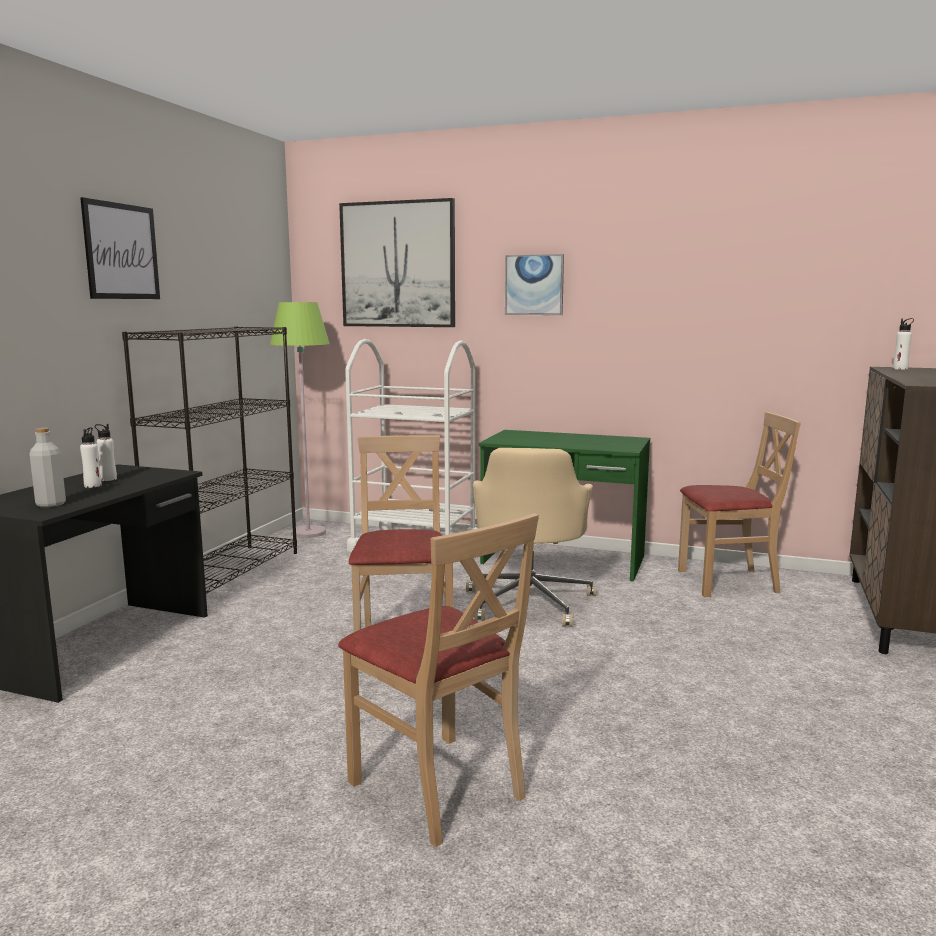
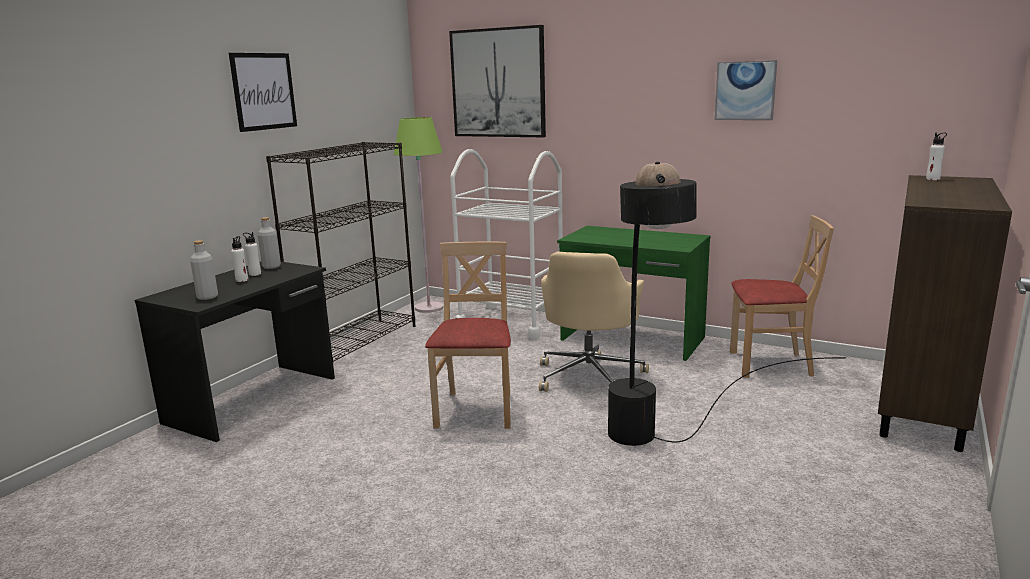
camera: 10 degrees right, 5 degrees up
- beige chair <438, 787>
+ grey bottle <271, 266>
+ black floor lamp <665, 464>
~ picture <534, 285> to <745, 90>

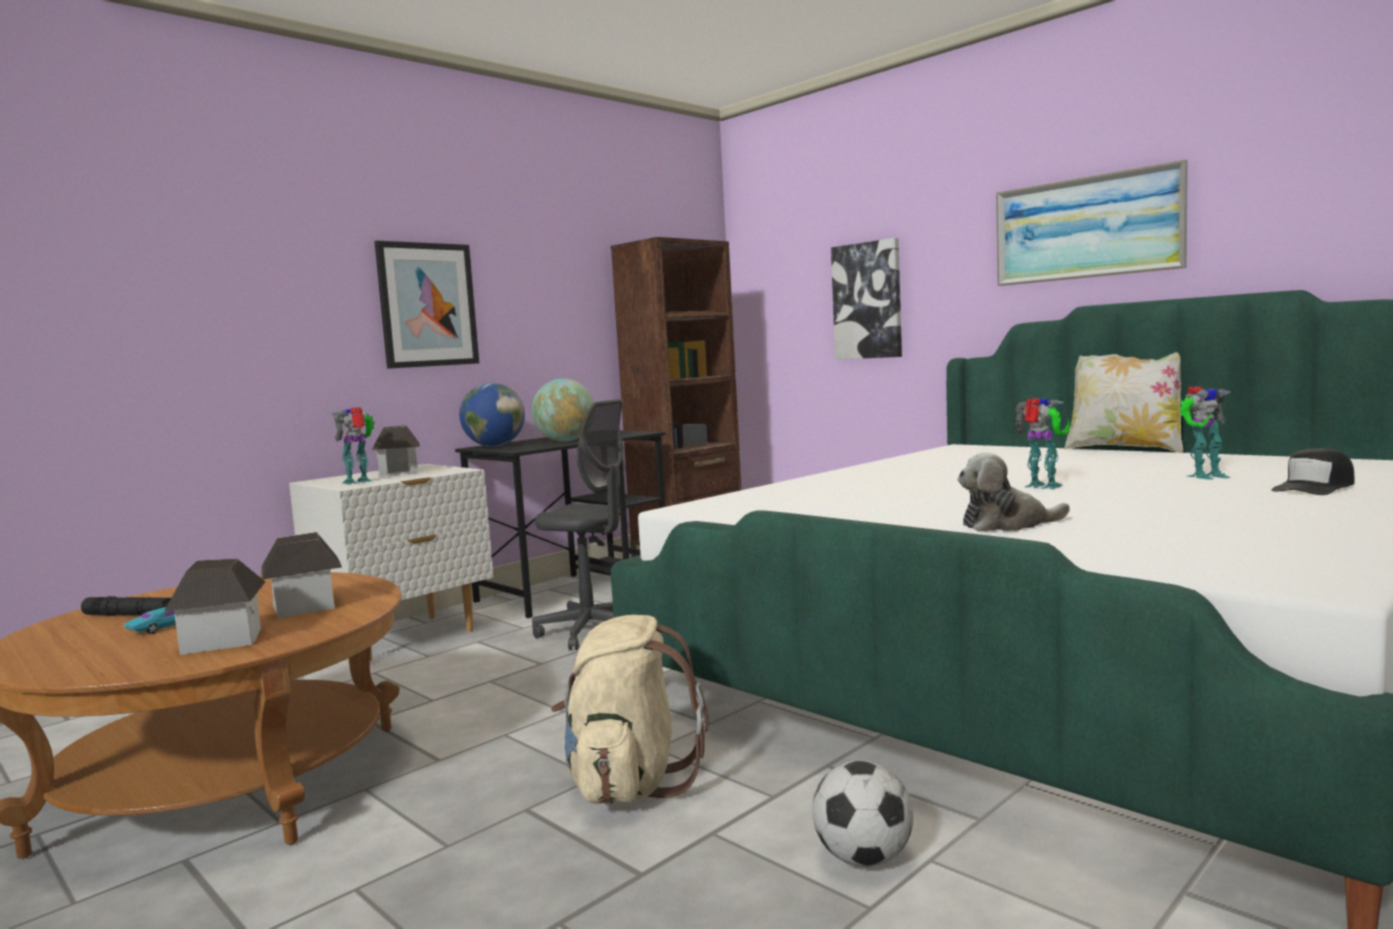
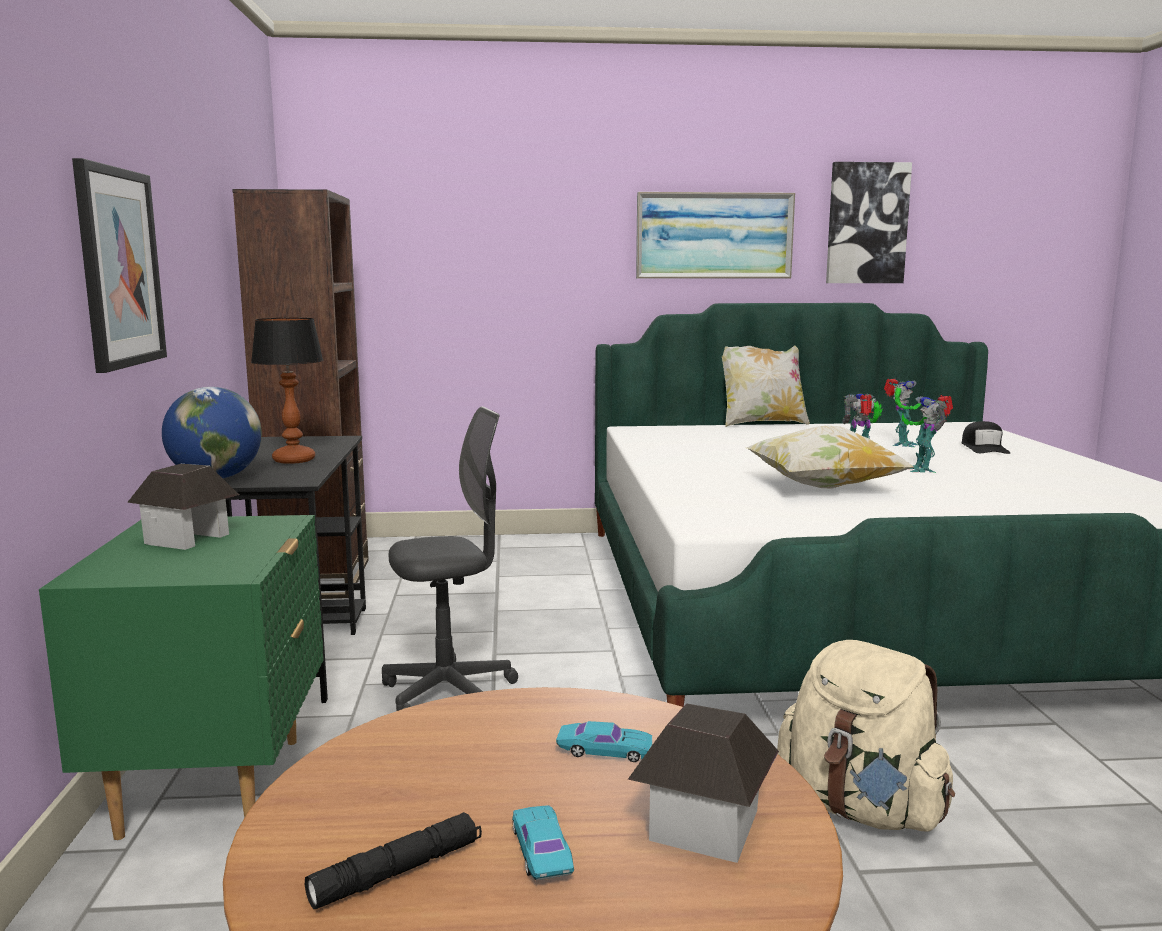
camera: 50 degrees left, 5 degrees up
- football <863, 859>
- plush toy <1007, 525>
+ pillow <823, 487>
~ toy robot <359, 482> to <922, 469>
~ picture <867, 301> to <867, 223>
~ toy house <305, 606> to turquoise toy car <604, 750>
~ globe <566, 441> to table lamp <294, 460>
~ white nightstand <403, 638> to green nightstand <216, 785>

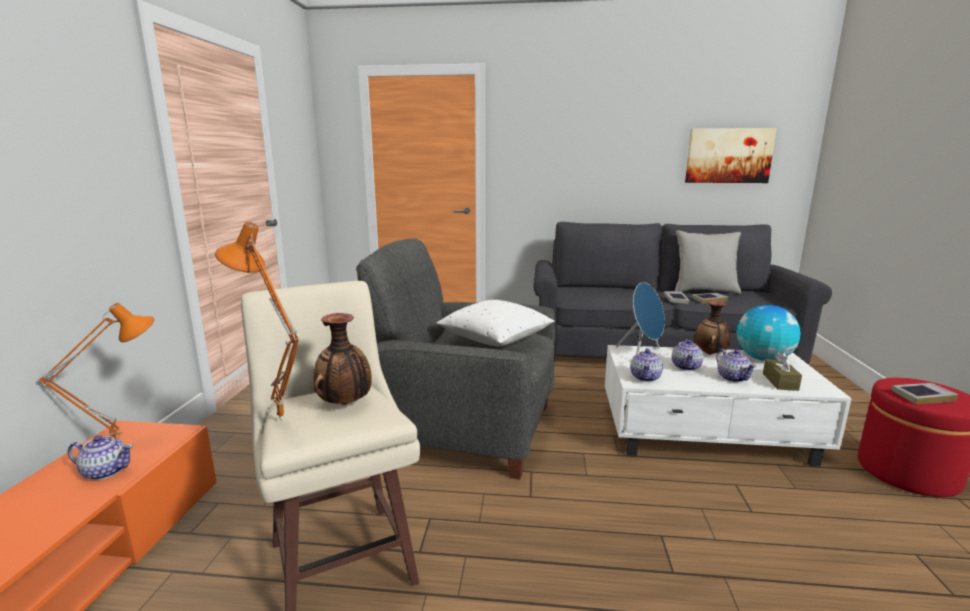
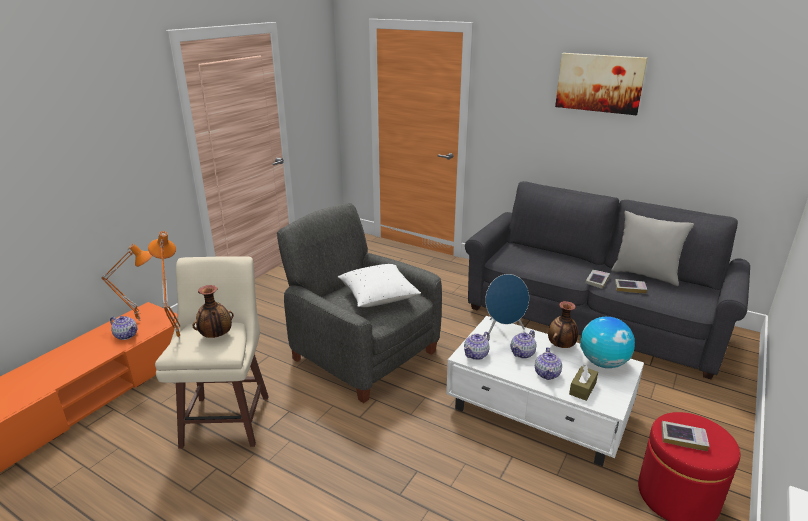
camera: 25 degrees right, 10 degrees up
~ picture <728, 156> to <599, 83>

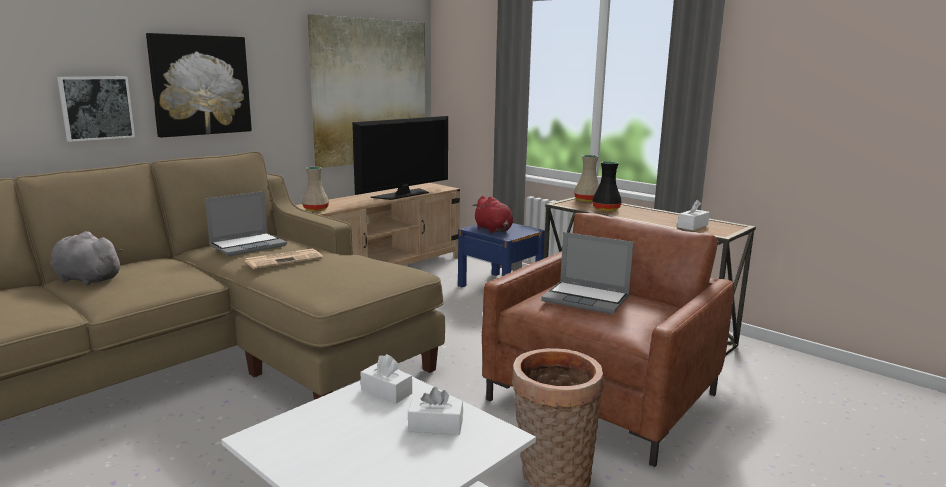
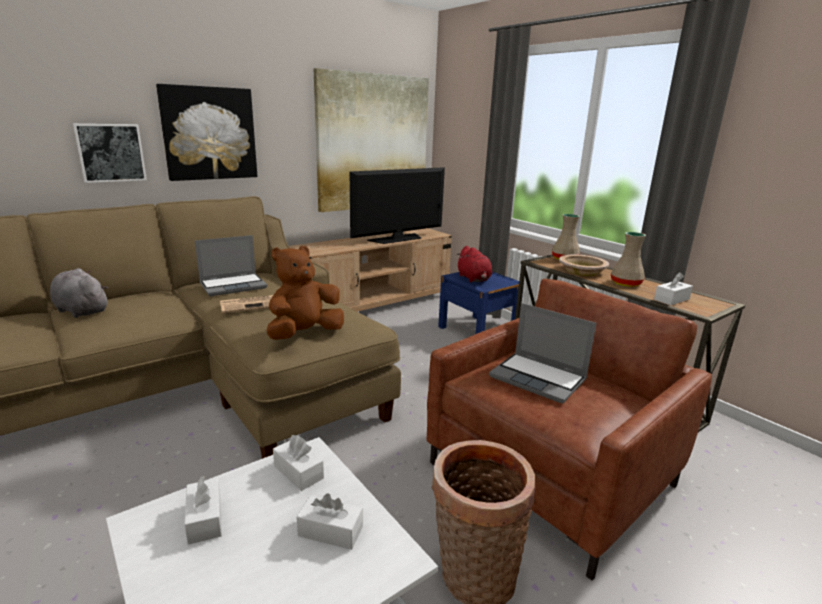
camera: 10 degrees right, 5 degrees up
+ white tissue box <205, 519>
+ brown plush toy <304, 334>
~ beige vase <316, 209> to <625, 283>
~ black vase <607, 209> to beige bowl <582, 271>

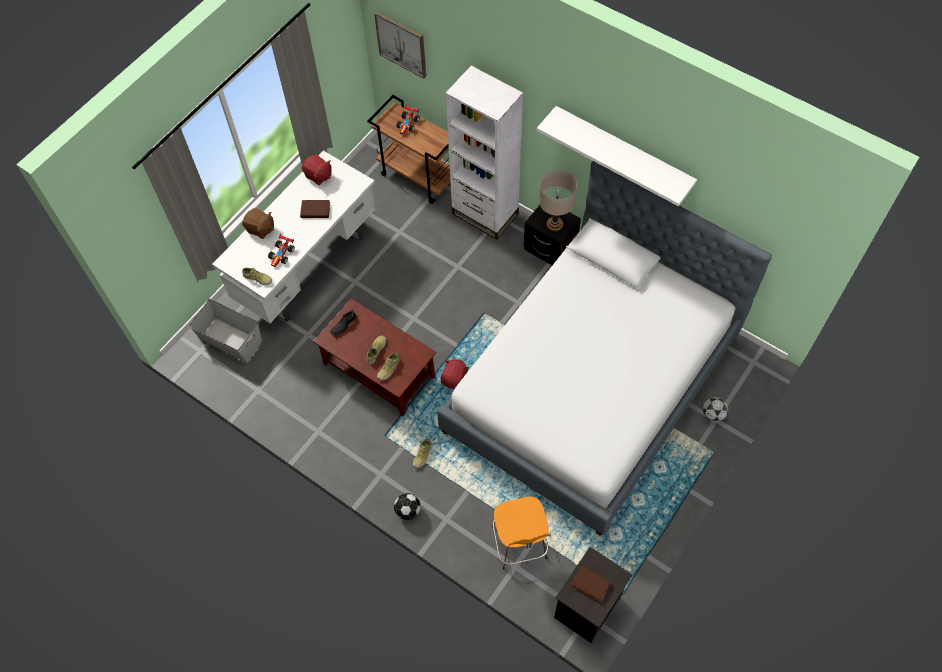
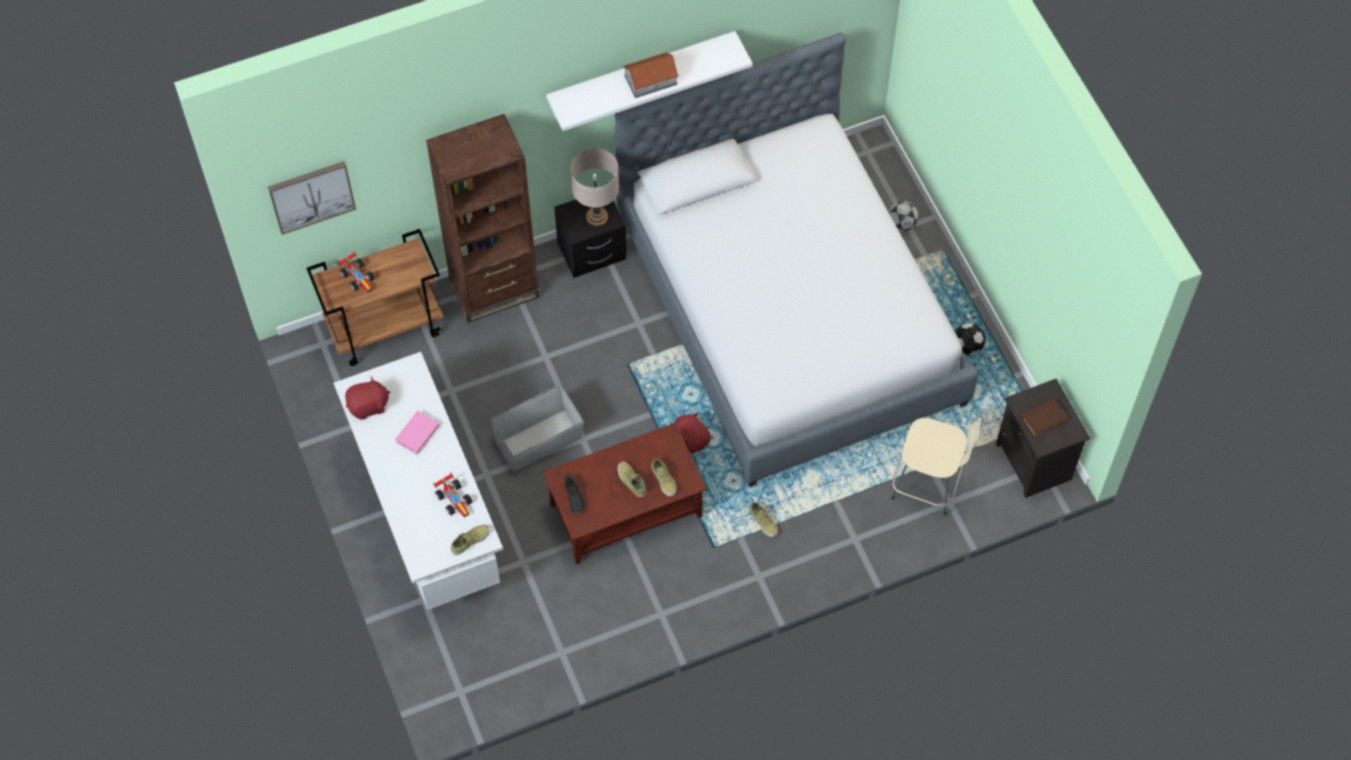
camera: 60 degrees left, 0 degrees up
- brown plush toy <260, 229>
+ toy house <651, 80>
~ grey storage box <230, 340> to <540, 440>
~ football <407, 511> to <967, 347>
~ brown book <315, 210> to pink book <418, 434>
~ white bookcase <485, 214> to brown bookcase <494, 289>
~ orange stool <519, 545> to beige stool <928, 485>

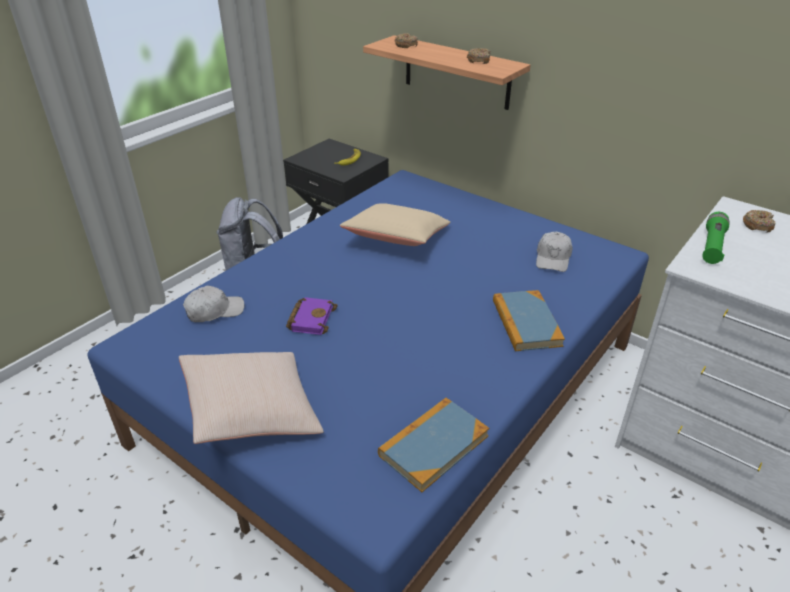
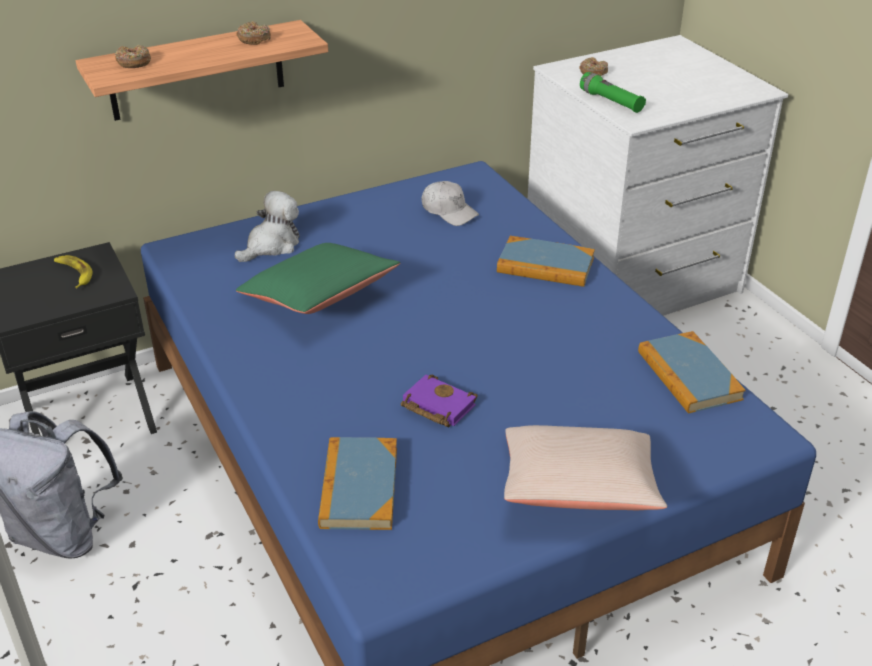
camera: 65 degrees left, 0 degrees up
+ plush toy <272, 245>
~ white cap <214, 311> to book <359, 487>
~ beige pillow <397, 239> to green pillow <319, 297>

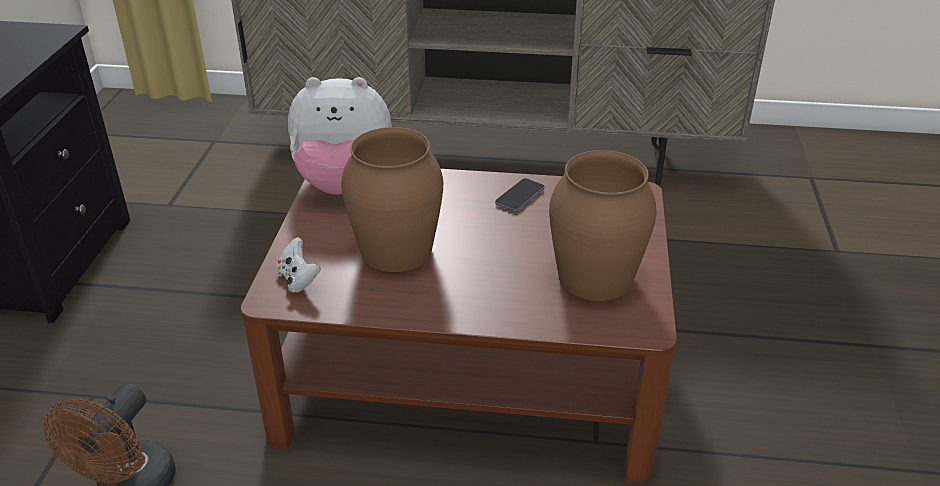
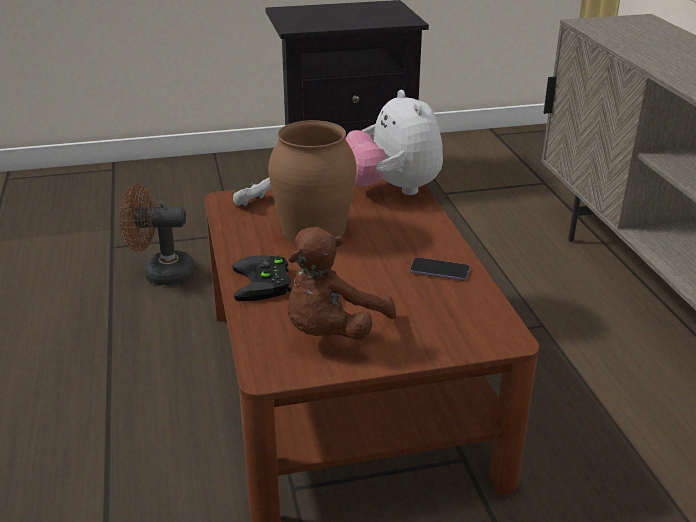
camera: 70 degrees right, 5 degrees down
+ black game controller <264, 283>
~ brown vase <595, 278> to brown plush toy <332, 332>

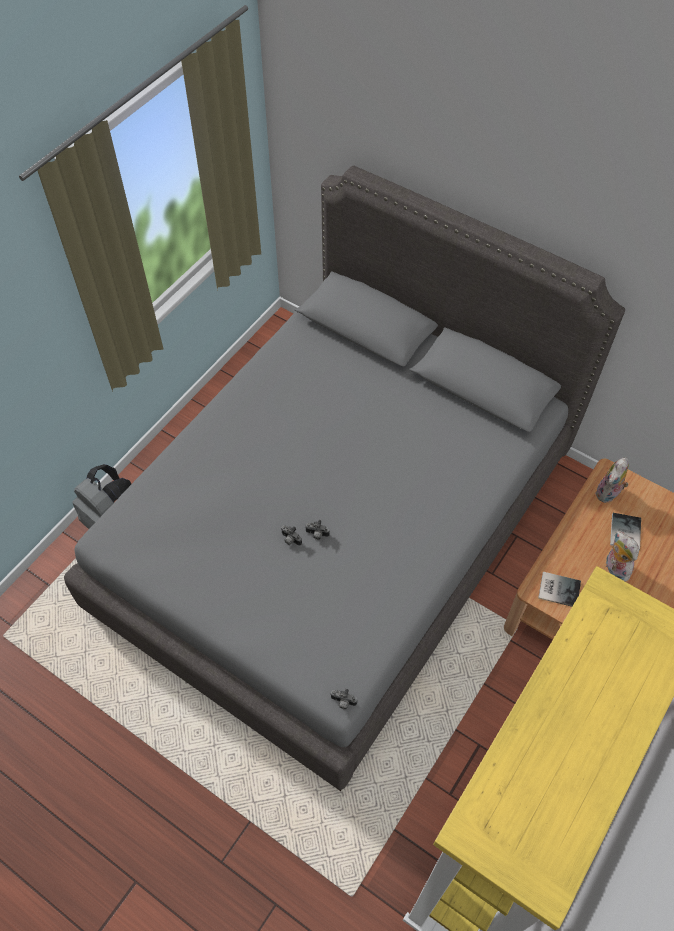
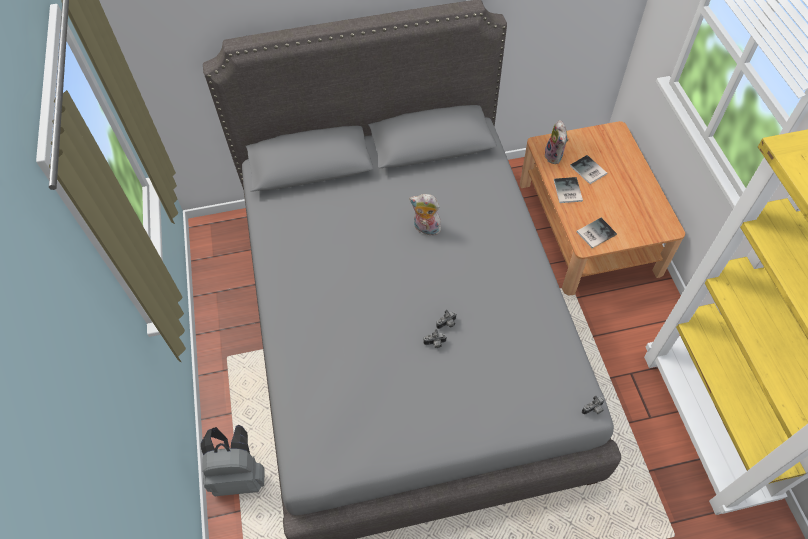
camera: 45 degrees left, 0 degrees up
+ book <567, 191>
~ plush toy <614, 568> to <425, 229>

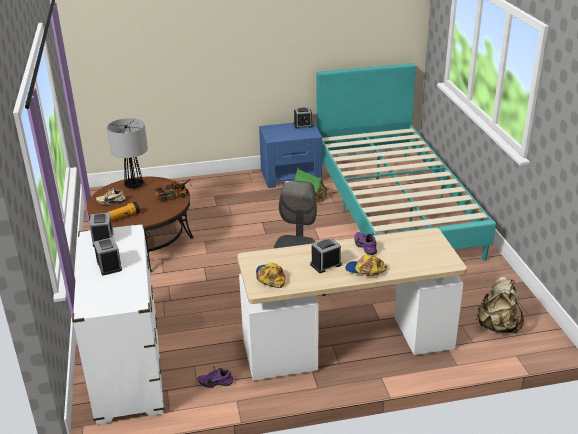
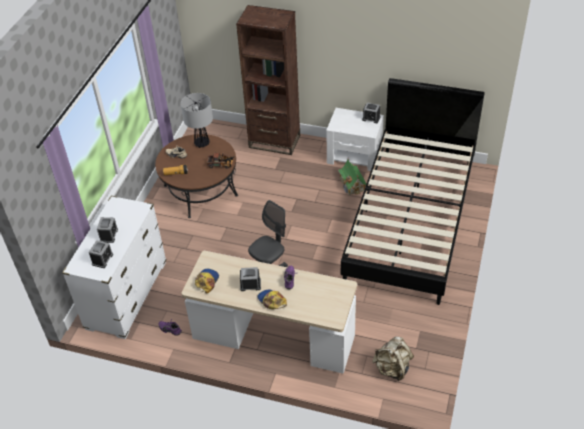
camera: 30 degrees right, 15 degrees up
+ brown bookcase <274, 141>
~ alarm clock <103, 239> to <102, 259>
~ blue nightstand <291, 175> to white nightstand <355, 156>
~ turquoise bed <393, 206> to black bed <411, 220>

